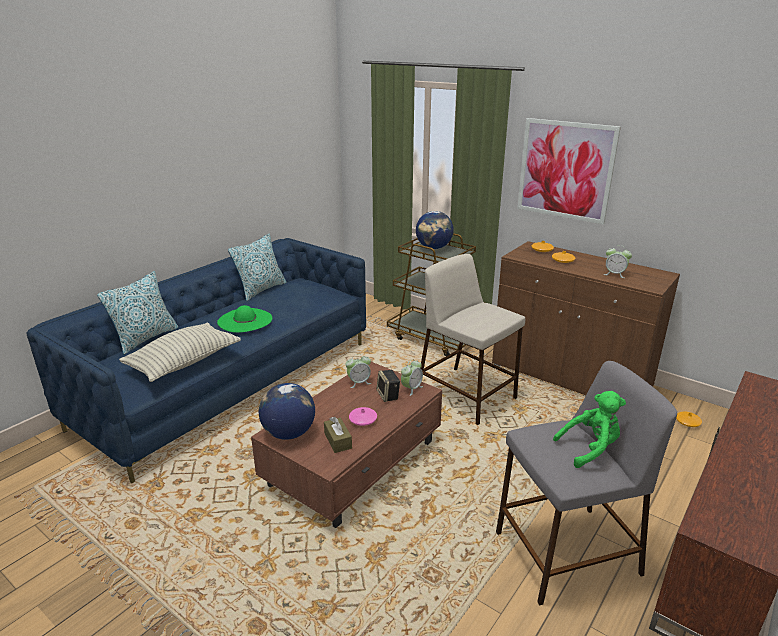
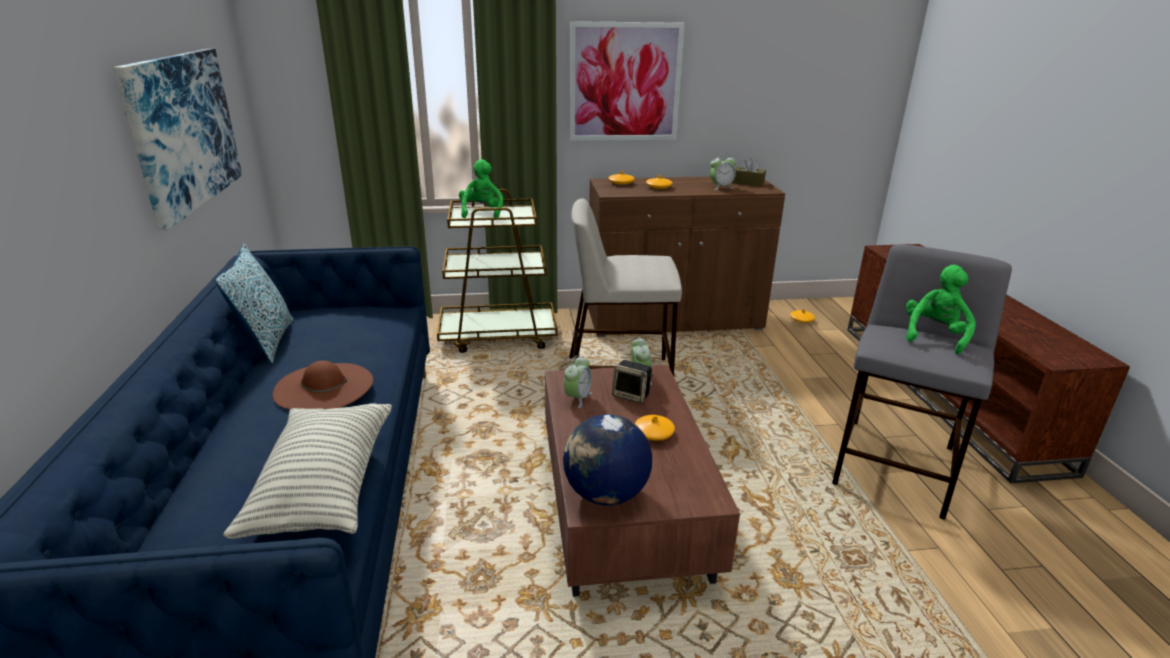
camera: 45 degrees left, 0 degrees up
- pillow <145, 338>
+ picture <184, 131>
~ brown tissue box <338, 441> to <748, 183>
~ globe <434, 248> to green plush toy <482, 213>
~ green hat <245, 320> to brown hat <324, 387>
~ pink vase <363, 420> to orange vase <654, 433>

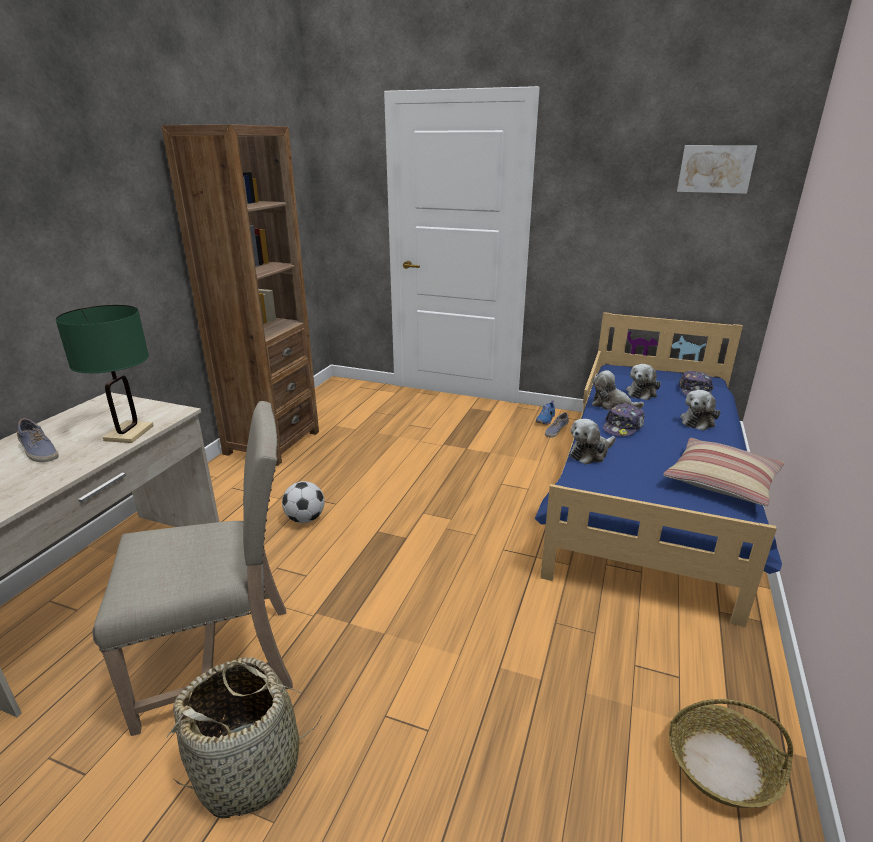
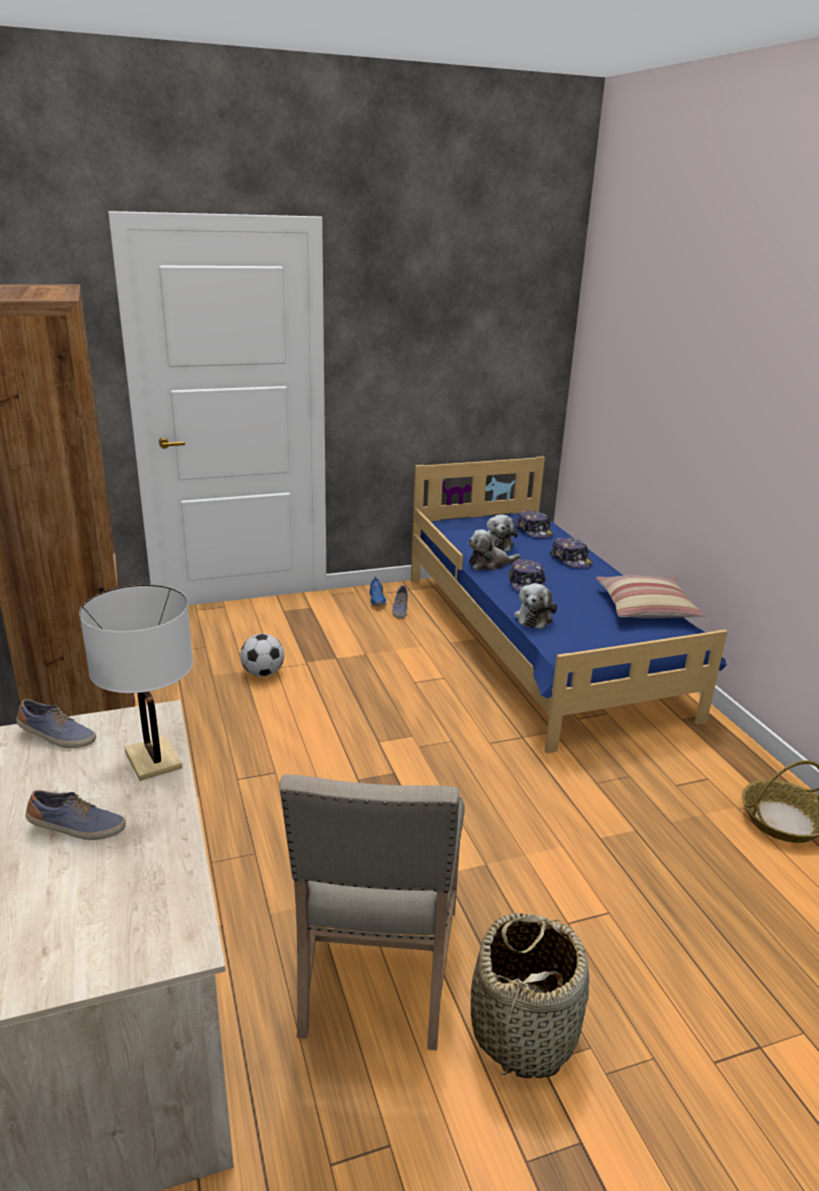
camera: 40 degrees left, 0 degrees up
- picture <715, 169>
+ shoe <56, 737>
~ football <305, 519> to <263, 673>
~ plush toy <698, 421> to cap <571, 560>
~ green table lamp <129, 433> to white table lamp <153, 760>
~ beige chair <223, 659> = <375, 972> 150 degrees clockwise

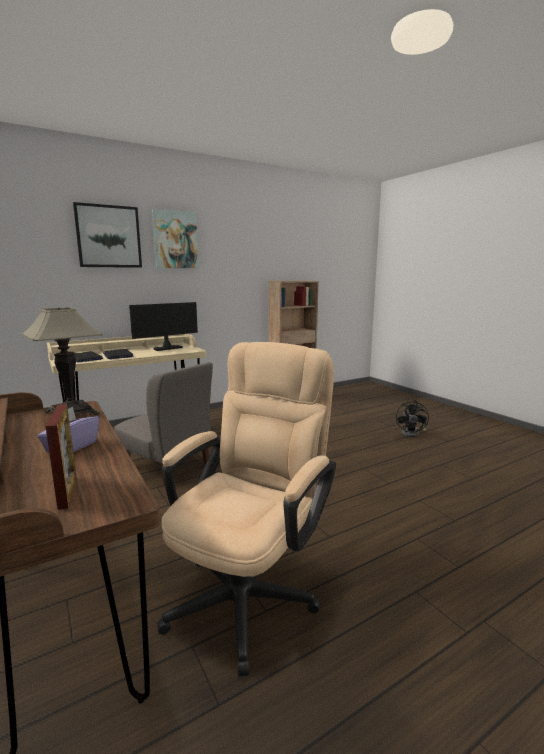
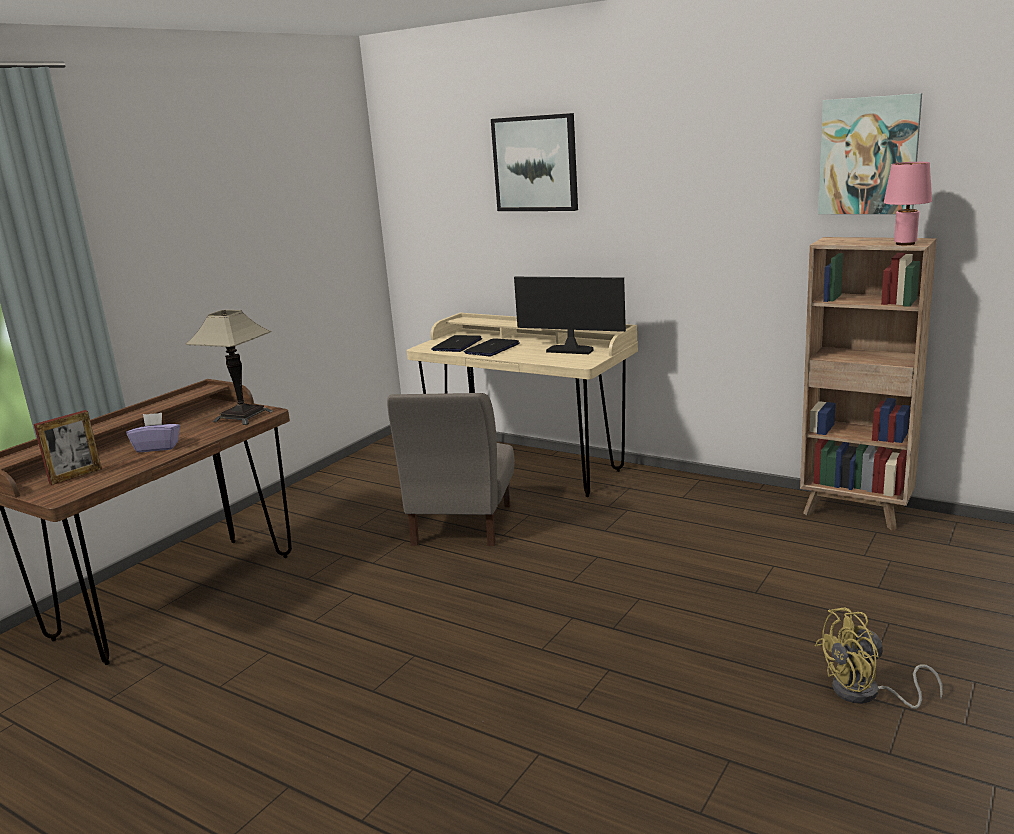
camera: 65 degrees right, 5 degrees up
- beige office chair <250, 589>
+ pink table lamp <905, 244>
~ picture <175, 240> to <868, 156>
~ black fan <412, 433> to yellow fan <866, 694>

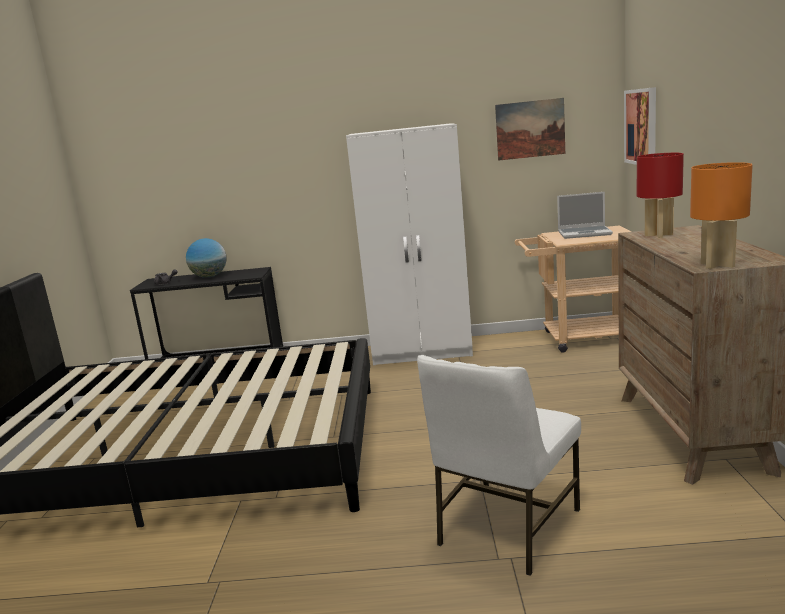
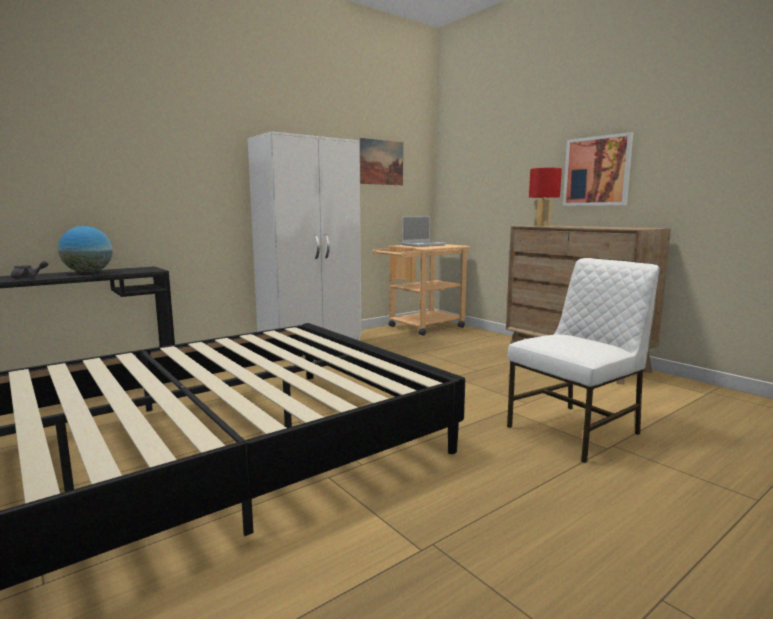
camera: 40 degrees left, 5 degrees down
- orange table lamp <717, 265>
~ picture <641, 127> to <597, 171>
~ white chair <506, 527> = <576, 430> 120 degrees counterclockwise

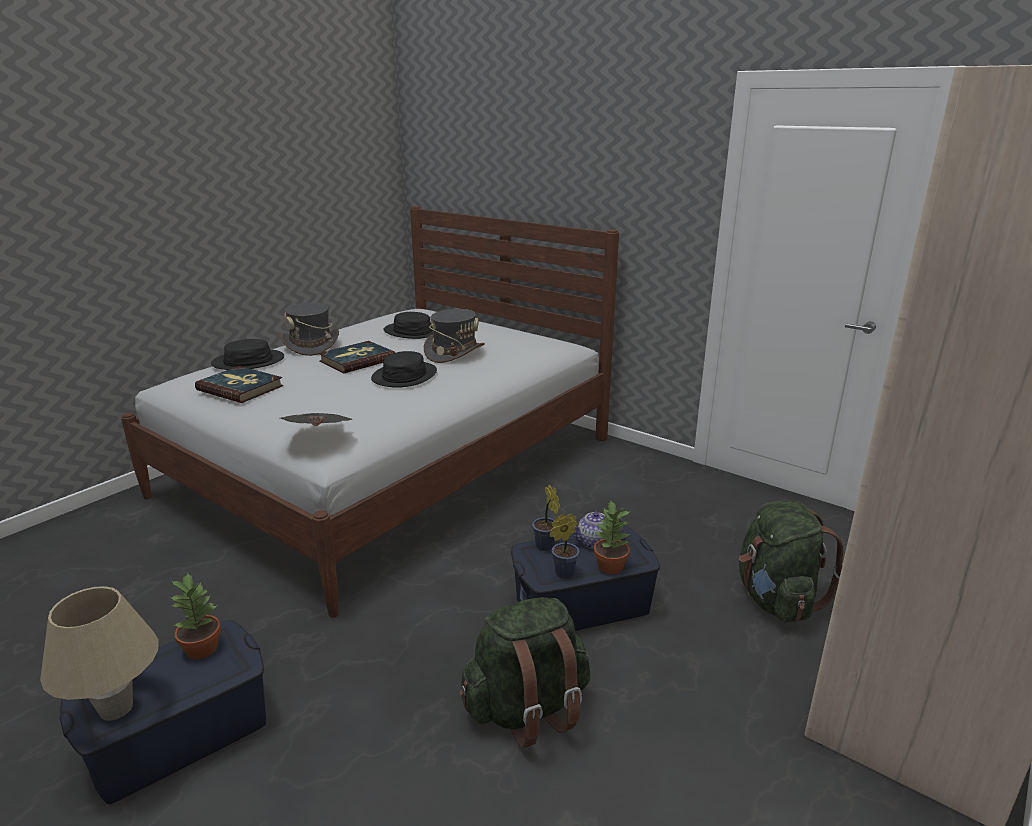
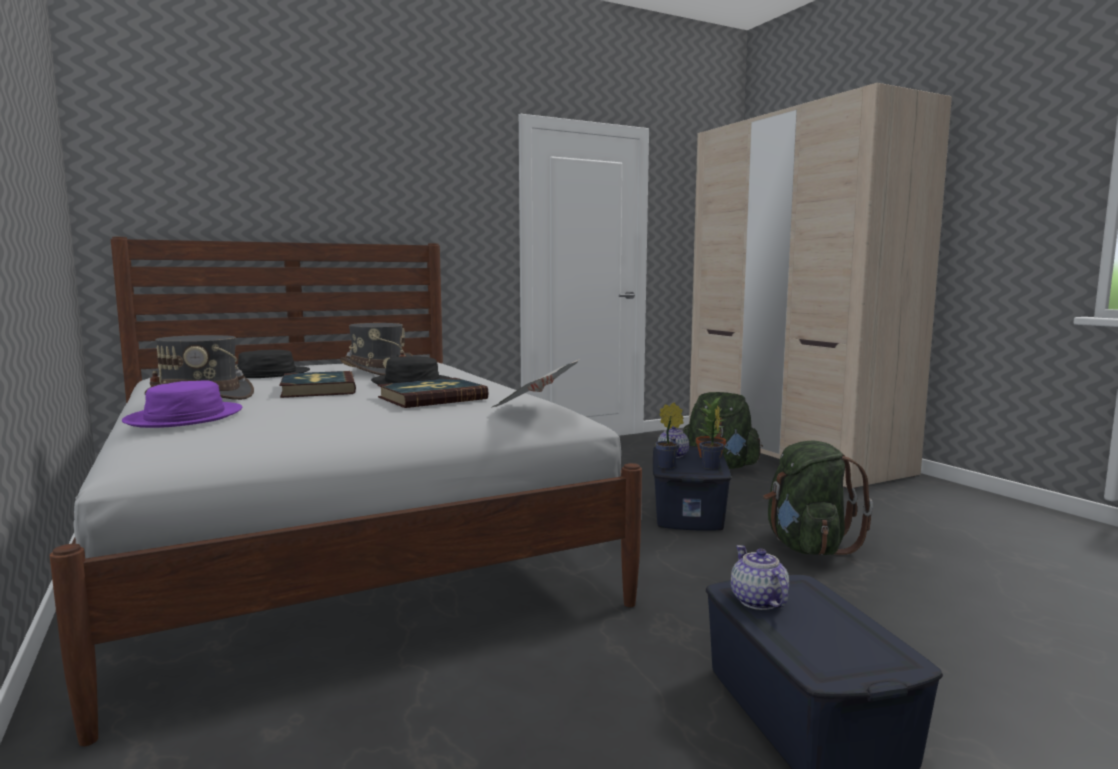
camera: 65 degrees left, 15 degrees down
- beige table lamp <116, 708>
~ book <240, 388> to <432, 398>
~ potted plant <201, 648> to teapot <758, 601>
~ black hat <248, 361> to purple hat <185, 417>

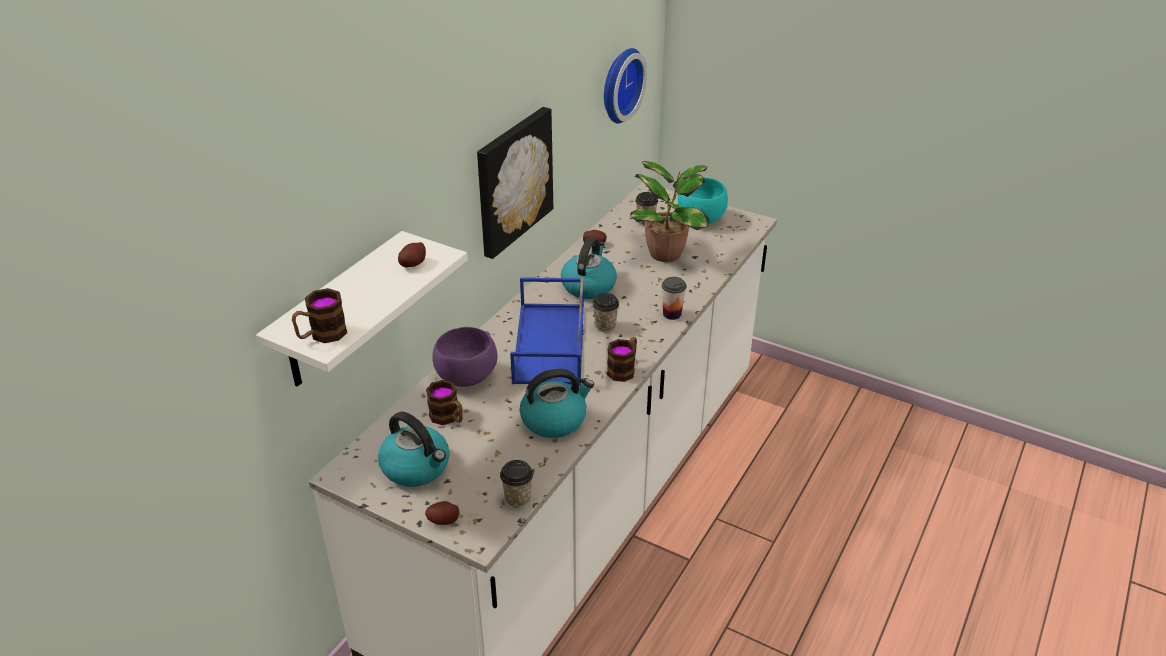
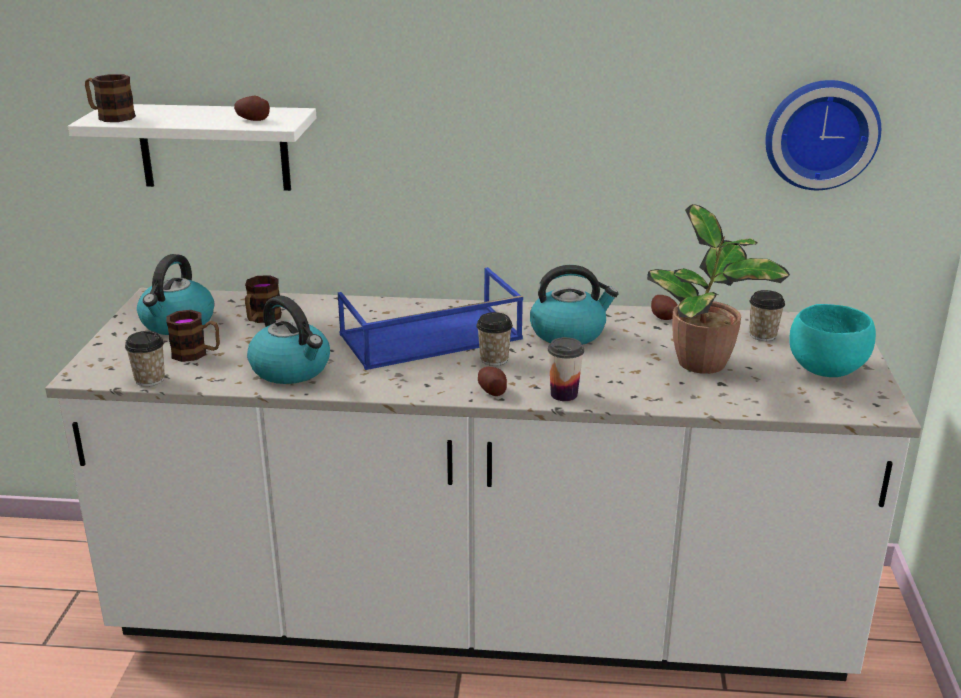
camera: 65 degrees right, 10 degrees down
- purple bowl <465, 378>
- picture <512, 180>
~ potato <443, 520> to <492, 391>
~ mug <624, 369> to <196, 354>

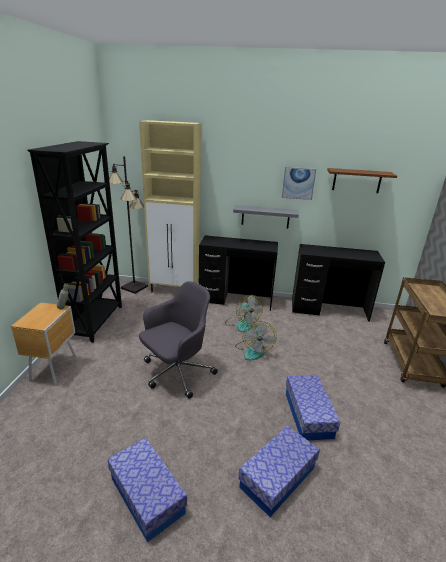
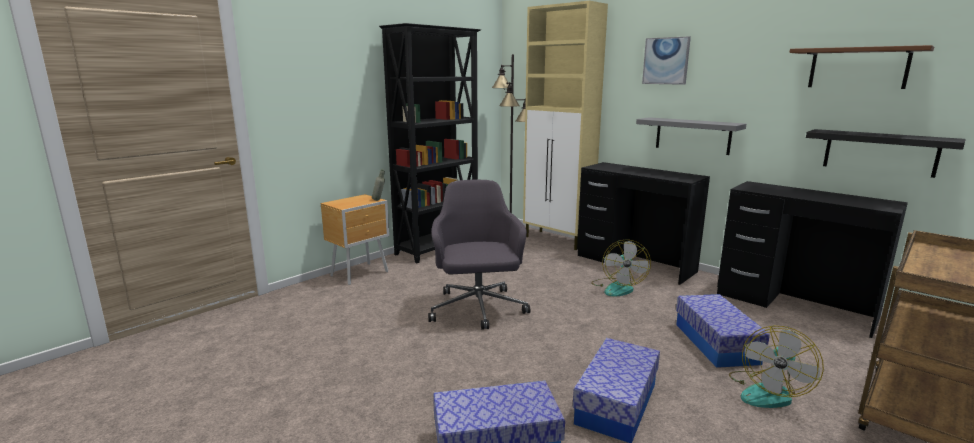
camera: 35 degrees right, 10 degrees down
+ black shelf <879, 152>
~ storage box <147, 495> to <715, 343>
~ fan <253, 350> to <767, 392>
~ picture <298, 183> to <666, 61>
~ grey office chair <176, 373> = <477, 309> 90 degrees counterclockwise

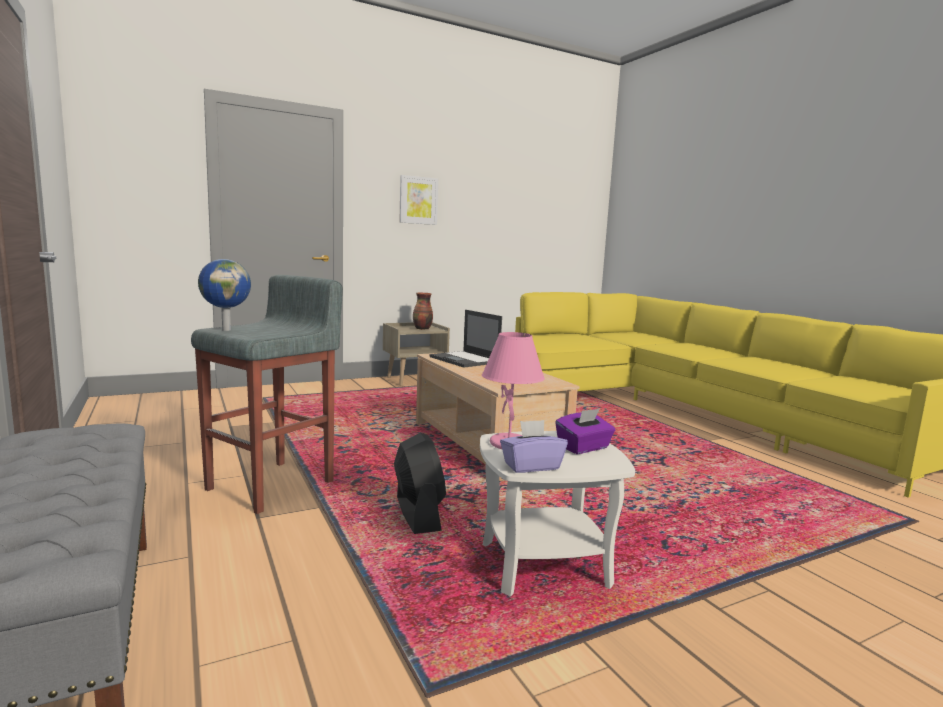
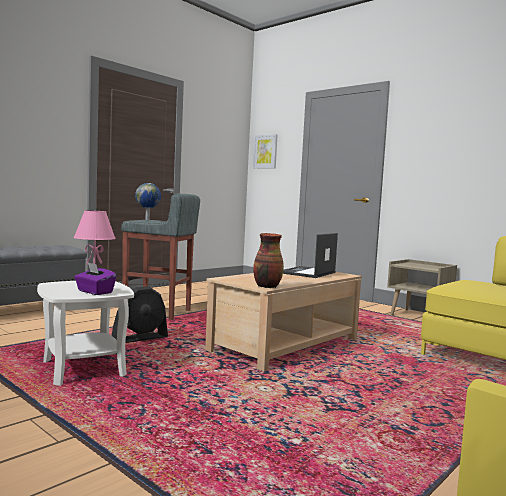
camera: 70 degrees right, 5 degrees down
- purple tissue box <531, 466>
~ picture <418, 200> to <265, 151>
~ vase <422, 329> to <266, 286>

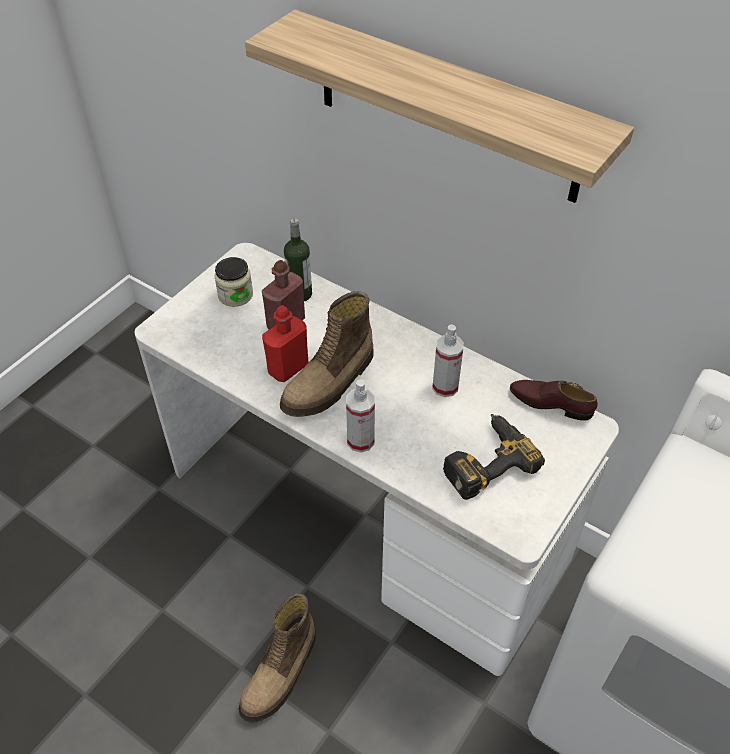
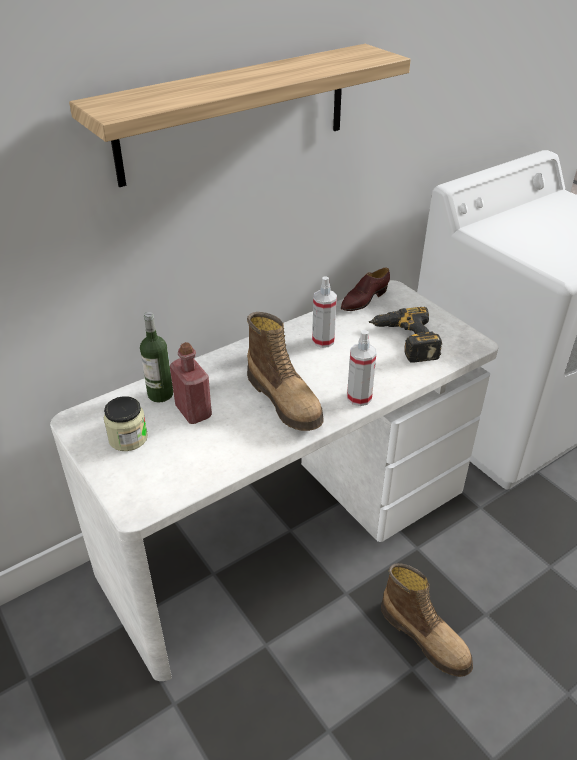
camera: 70 degrees left, 10 degrees down
- red bottle <288, 368>

